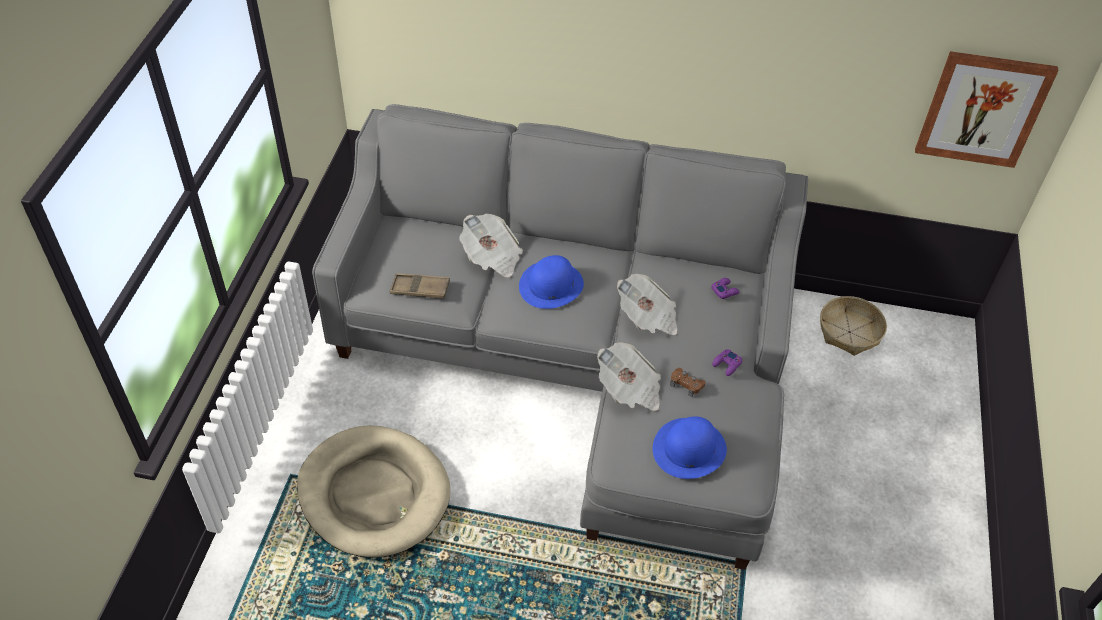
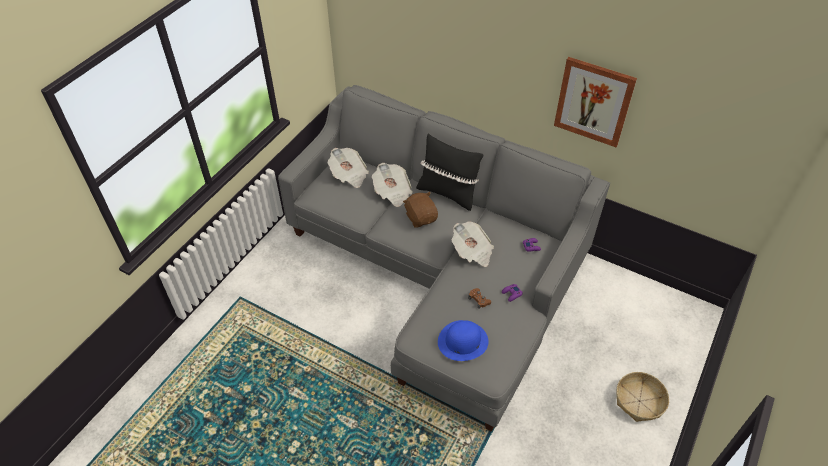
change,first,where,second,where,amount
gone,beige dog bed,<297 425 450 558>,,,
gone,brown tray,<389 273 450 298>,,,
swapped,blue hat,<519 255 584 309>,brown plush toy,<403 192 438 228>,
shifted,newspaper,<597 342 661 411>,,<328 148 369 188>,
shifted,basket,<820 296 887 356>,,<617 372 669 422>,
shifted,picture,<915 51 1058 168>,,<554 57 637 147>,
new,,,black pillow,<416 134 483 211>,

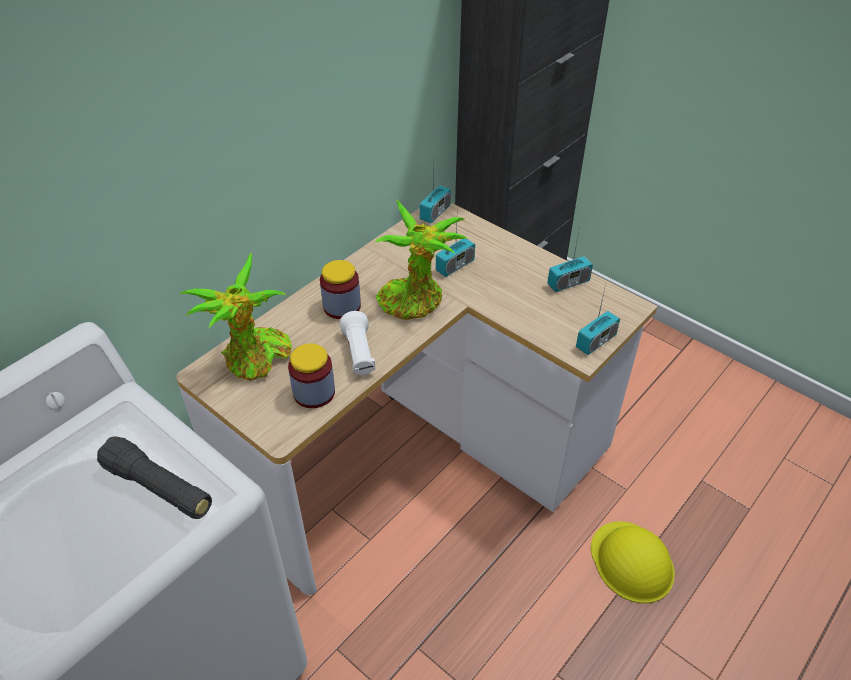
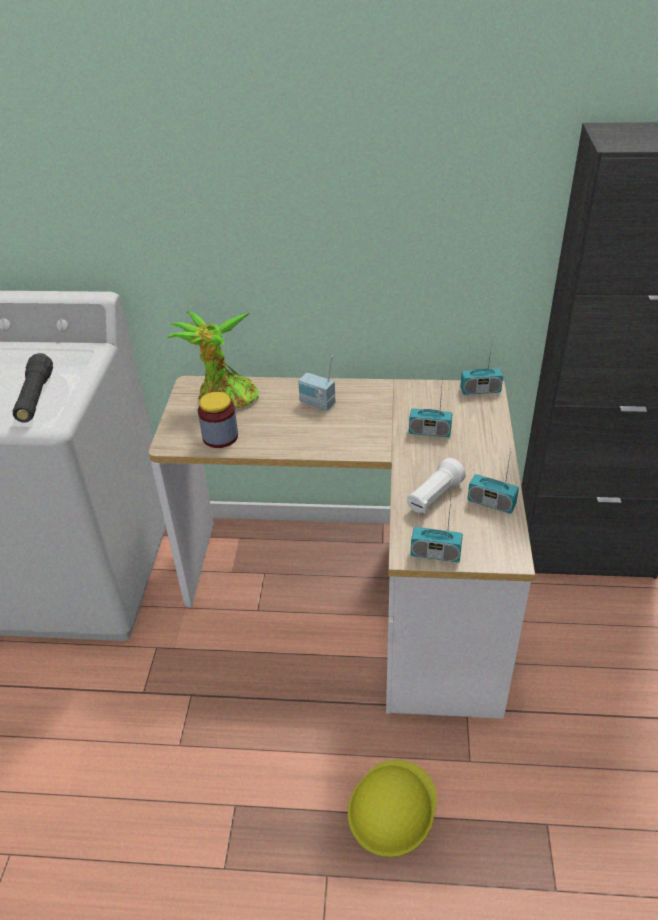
change,first,where,second,where,amount
swapped,jar,<320 260 361 319>,radio,<298 356 335 411>,
shifted,white flashlight,<339 311 375 375>,,<407 458 466 514>,
gone,potted plant,<375 200 468 320>,,,

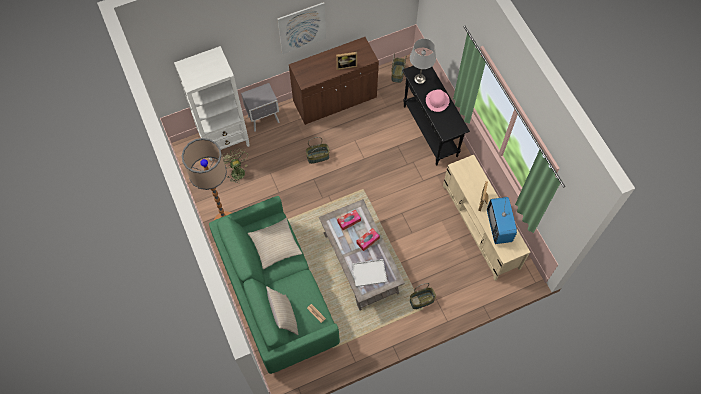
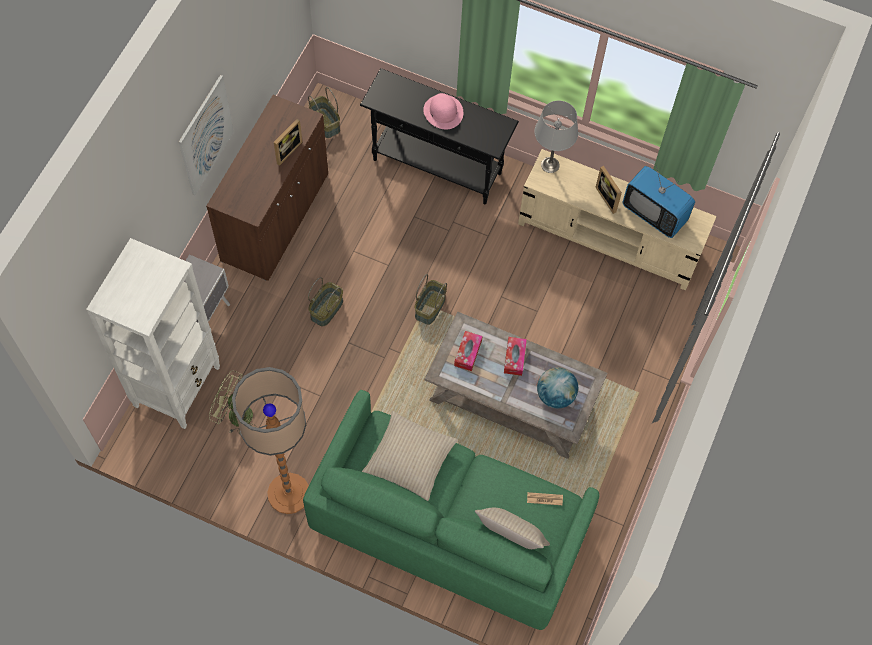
change,first,where,second,where,amount
swapped,white tray,<352 259 387 287>,globe,<537 367 578 408>,
shifted,grey table lamp,<410 39 436 84>,,<534 101 578 173>,
shifted,basket,<410 283 436 309>,,<415 274 447 325>,

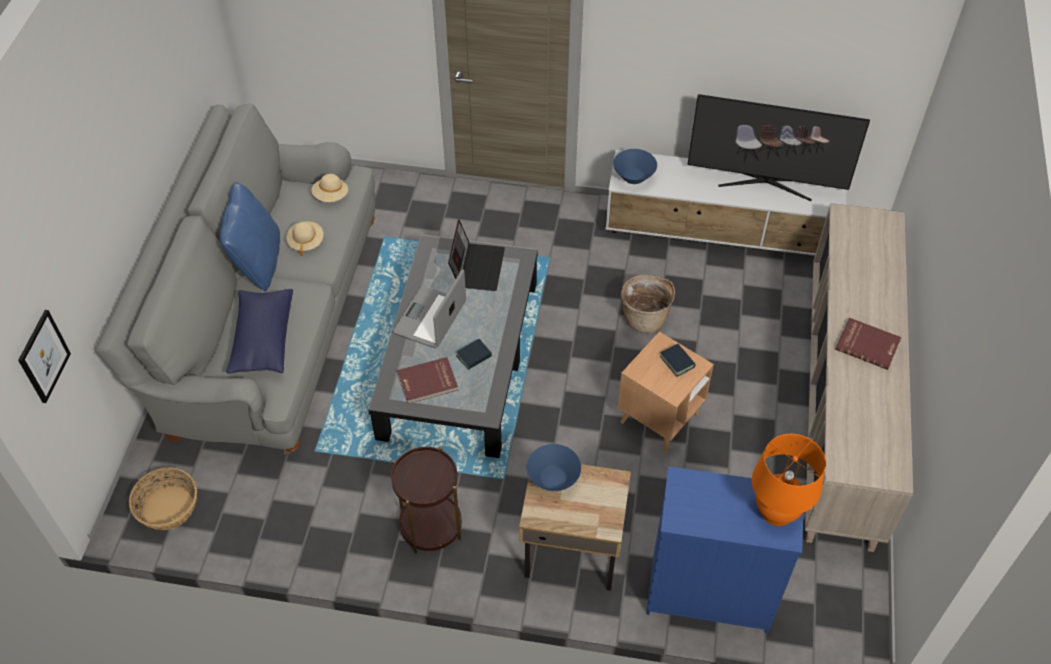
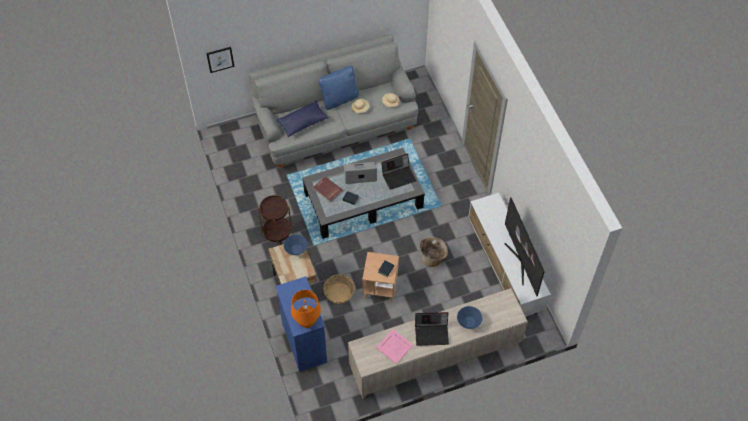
change,first,where,second,where,amount
shifted,basket,<129 467 197 530>,,<323 274 355 304>,
shifted,blue bowl,<613 149 657 184>,,<457 306 483 329>,
swapped,red book,<835 318 901 370>,laptop,<415 312 449 346>,
new,,,pink tray,<376 329 414 364>,

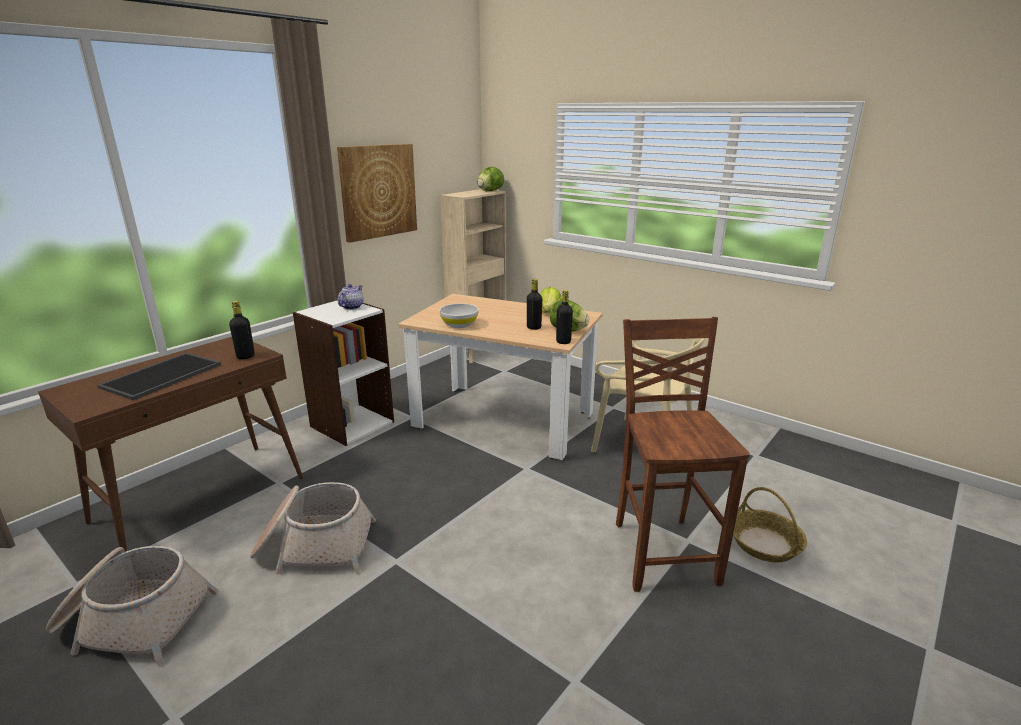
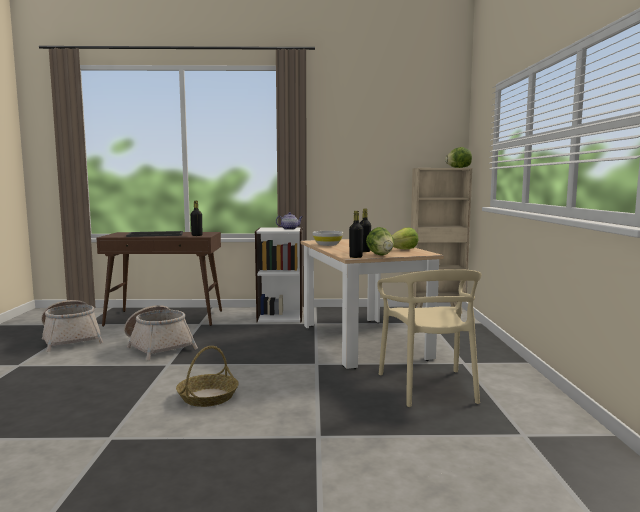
change,first,where,second,where,amount
gone,picture,<337 144 417 243>,,,
gone,brown chair,<616 317 750 592>,,,
shifted,basket,<733 487 807 562>,,<176 346 239 407>,

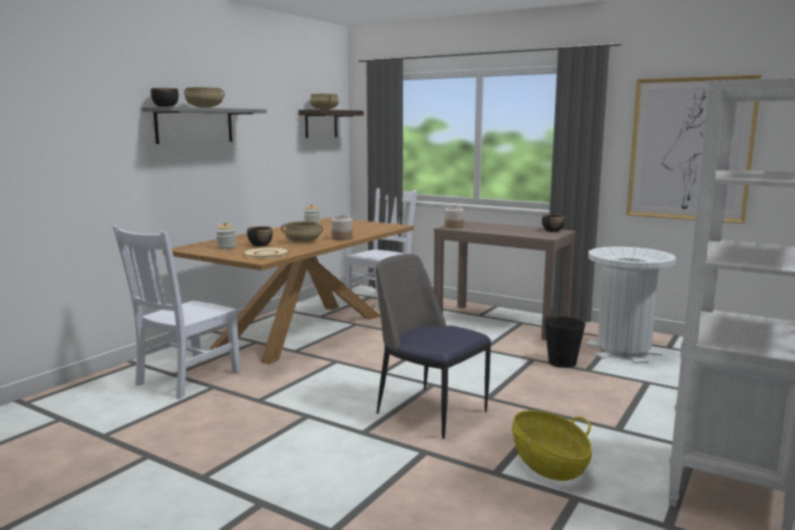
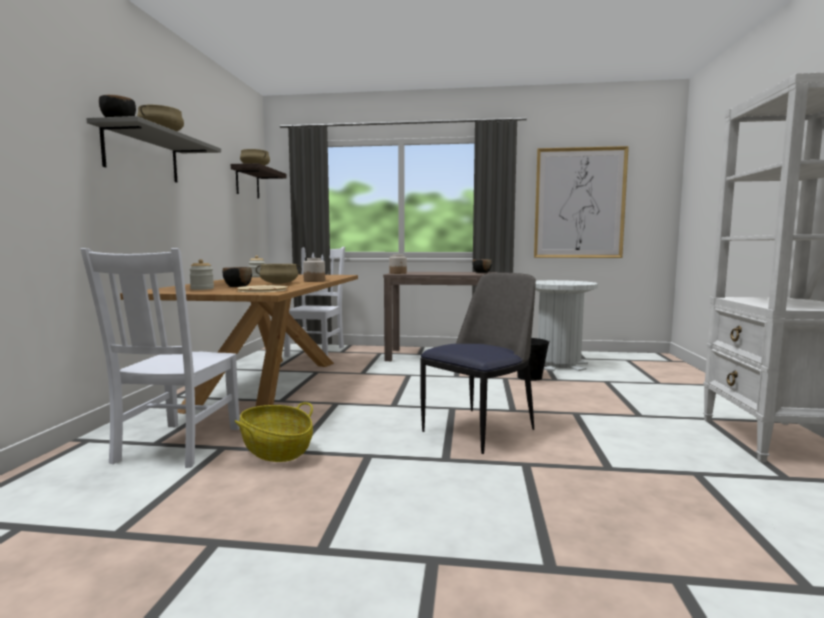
change,first,where,second,where,amount
rotated,chair,<376 254 491 439>,,<420 273 536 454>,120 degrees clockwise
shifted,basket,<511 410 592 481>,,<235 402 313 462>,

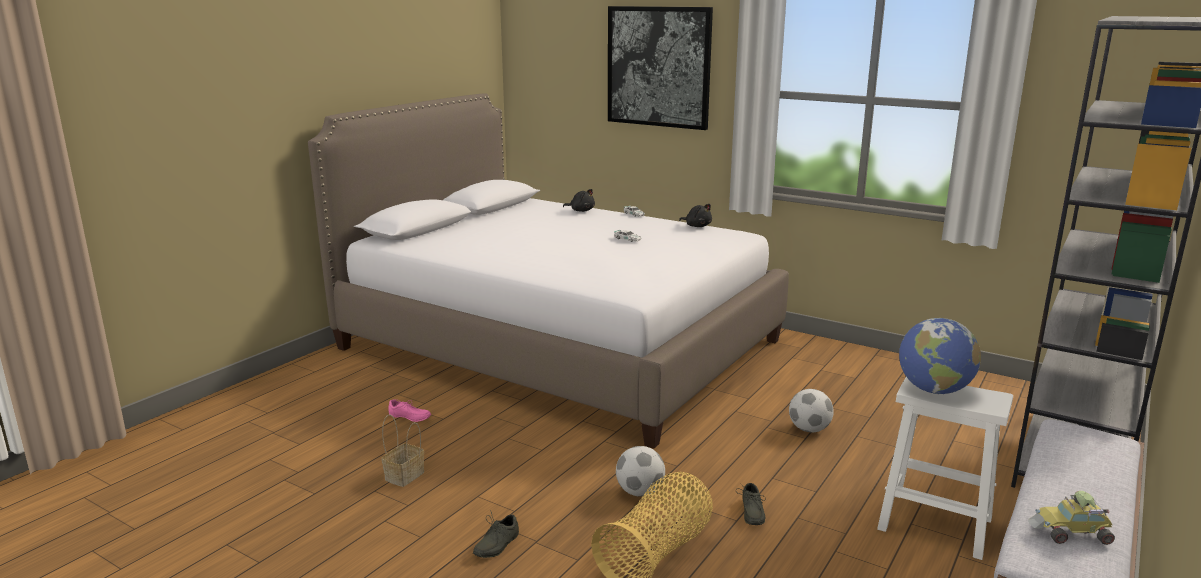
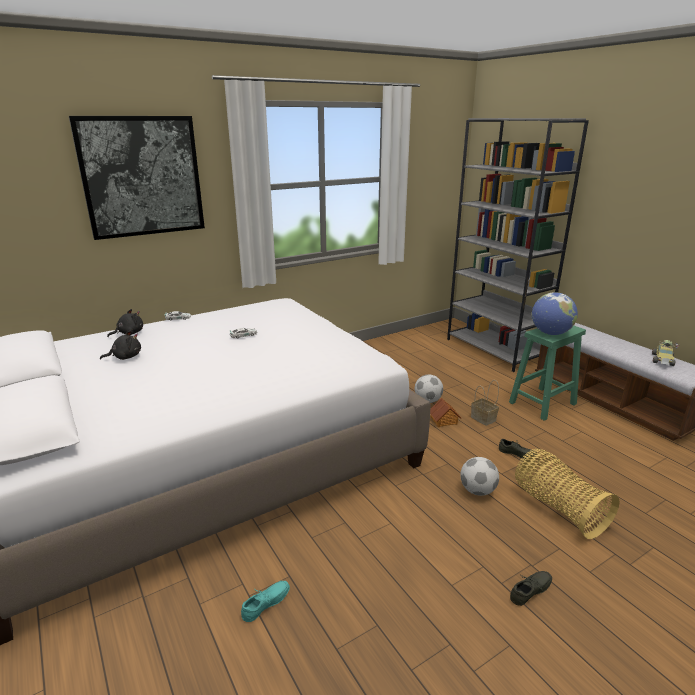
change,first,where,second,where,amount
shifted,basket,<381 414 424 487>,,<471 380 499 426>,
repainted,pink shoe,<388 399 431 422>,turquoise shoe,<241 581 290 622>,
rotated,grey shoe,<473 510 519 558>,,<510 571 552 606>,90 degrees counterclockwise
shifted,black plush toy,<679 204 712 227>,,<100 330 141 360>,
repainted,white stool,<877 377 1013 560>,green stool,<509 326 586 421>,
new,,,toy house,<430 398 461 427>,

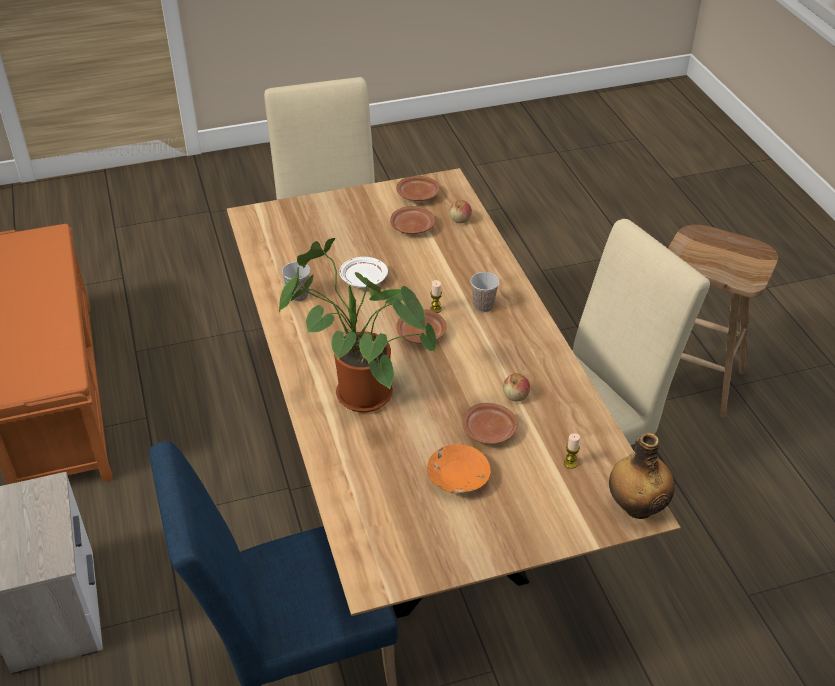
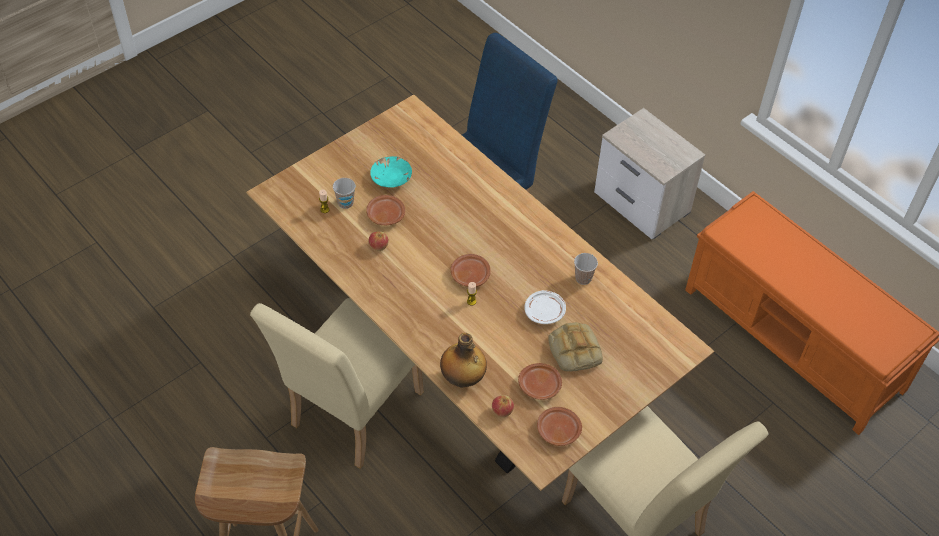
change,first,where,second,where,amount
gone,potted plant,<279 238 436 413>,,,
repainted,orange bowl,<427 444 491 493>,turquoise bowl,<371 156 412 188>,
shifted,cup,<470 272 499 312>,,<333 178 356 209>,
shifted,bottle,<609 433 675 519>,,<440 333 487 388>,
new,,,bread,<548 322 603 372>,

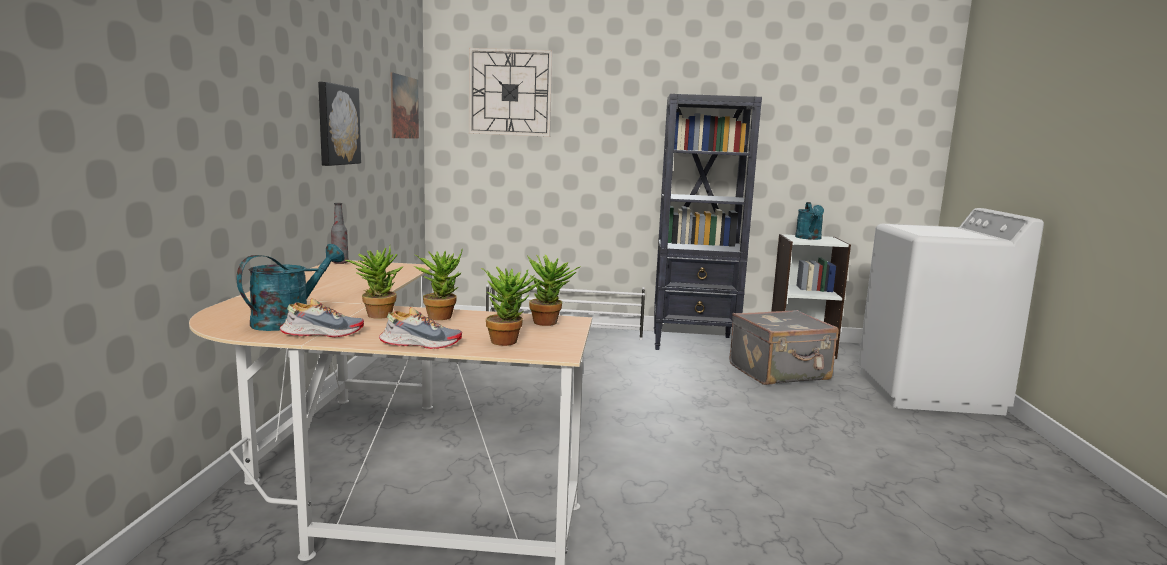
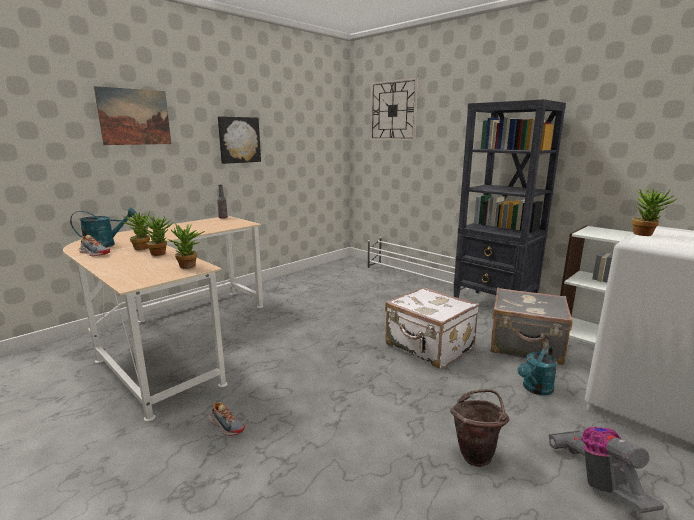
change,first,where,second,where,amount
shifted,shoe,<379 307 462 349>,,<209 402 245 436>,
shifted,picture,<390 72 419 139>,,<94 86 171 145>,
shifted,potted plant,<481 267 541 346>,,<632 188 676 236>,
shifted,turquoise watering can,<795 202 824 240>,,<518 346 557 395>,
new,,,white suitcase,<385 287 479 369>,
new,,,brown bucket,<450 389 509 467>,
new,,,vacuum cleaner,<549 426 664 513>,

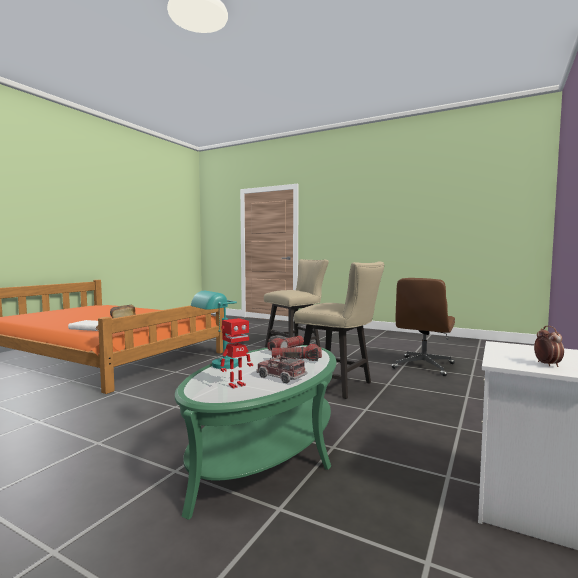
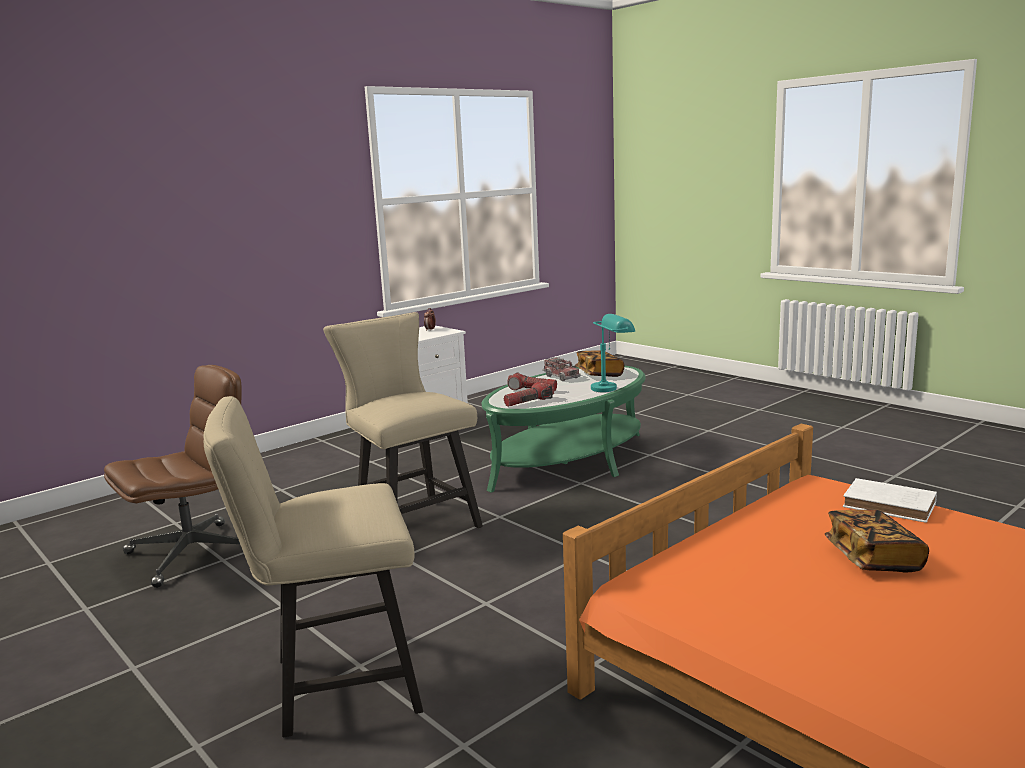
change,first,where,second,where,amount
swapped,toy robot,<221 318 253 388>,book,<575 351 624 377>,

